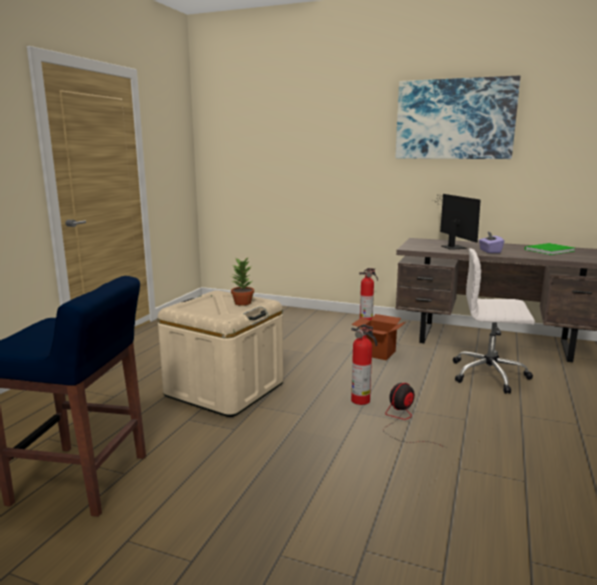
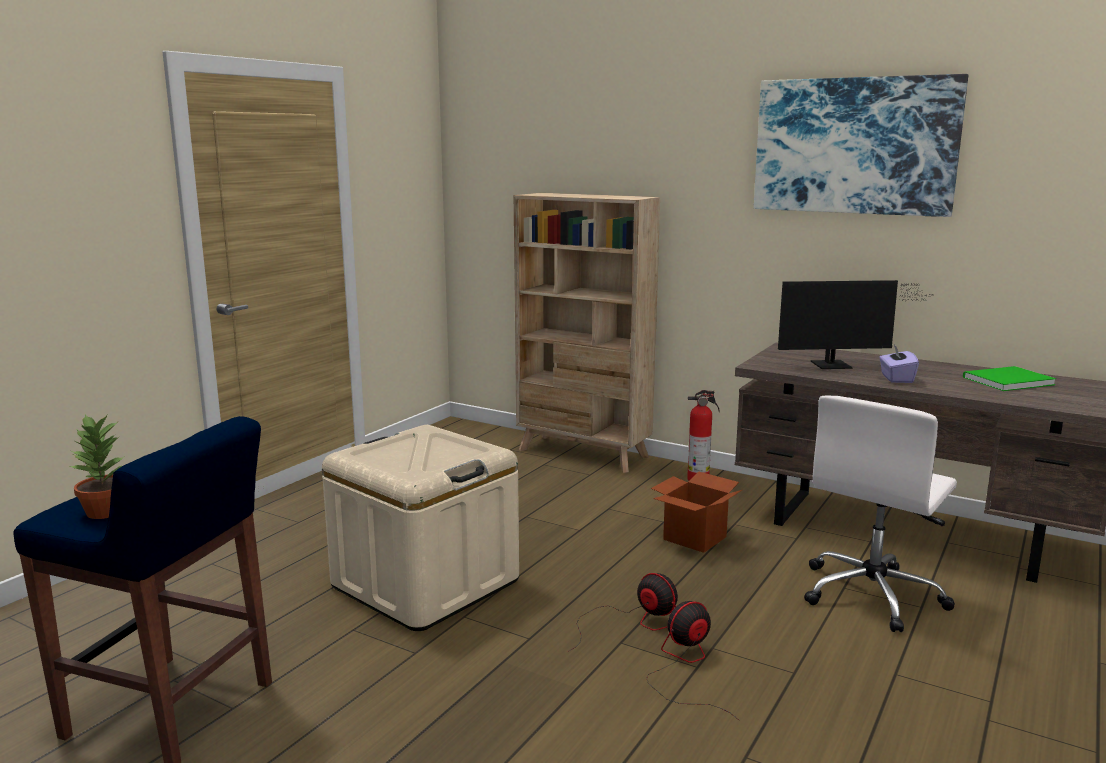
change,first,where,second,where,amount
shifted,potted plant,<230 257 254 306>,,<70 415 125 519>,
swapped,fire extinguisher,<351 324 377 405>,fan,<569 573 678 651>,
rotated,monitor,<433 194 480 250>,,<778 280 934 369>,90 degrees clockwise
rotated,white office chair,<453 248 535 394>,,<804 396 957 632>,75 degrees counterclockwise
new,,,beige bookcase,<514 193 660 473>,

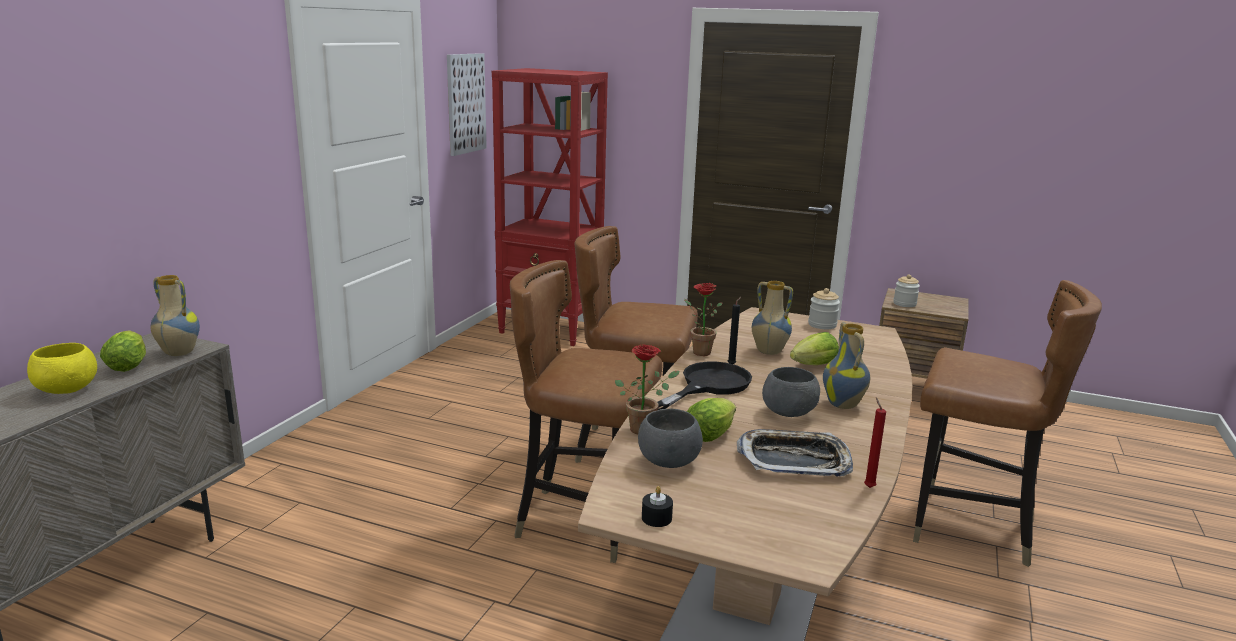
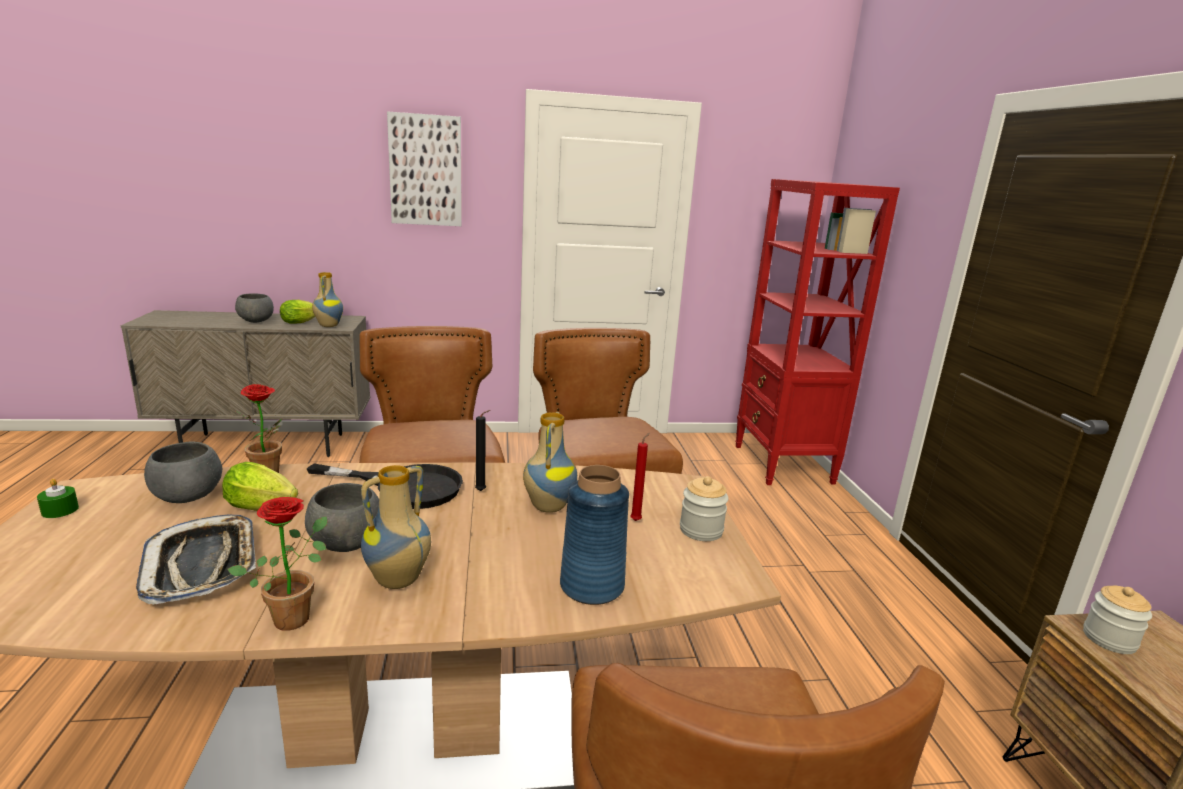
change,first,where,second,where,amount
repainted,yellow bowl,<27 343 97 394>,grey bowl,<235 293 274 323>,
shifted,picture,<447 53 487 156>,,<387 111 462 226>,
repainted,black candle,<642 486 673 527>,green candle,<37 478 79 518>,
shifted,potted plant,<684 283 722 356>,,<228 497 328 631>,
gone,lettuce,<790 332 839 365>,,,
shifted,red candle,<864 398 886 488>,,<630 433 650 521>,
new,,,blue vase,<560 465 629 605>,

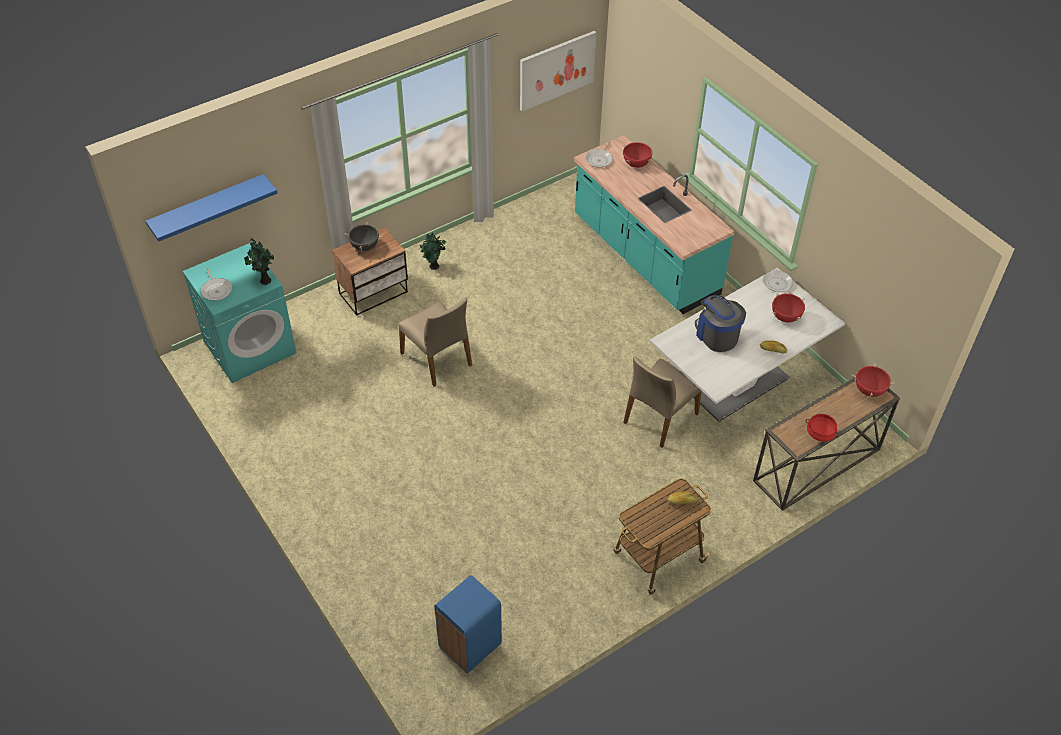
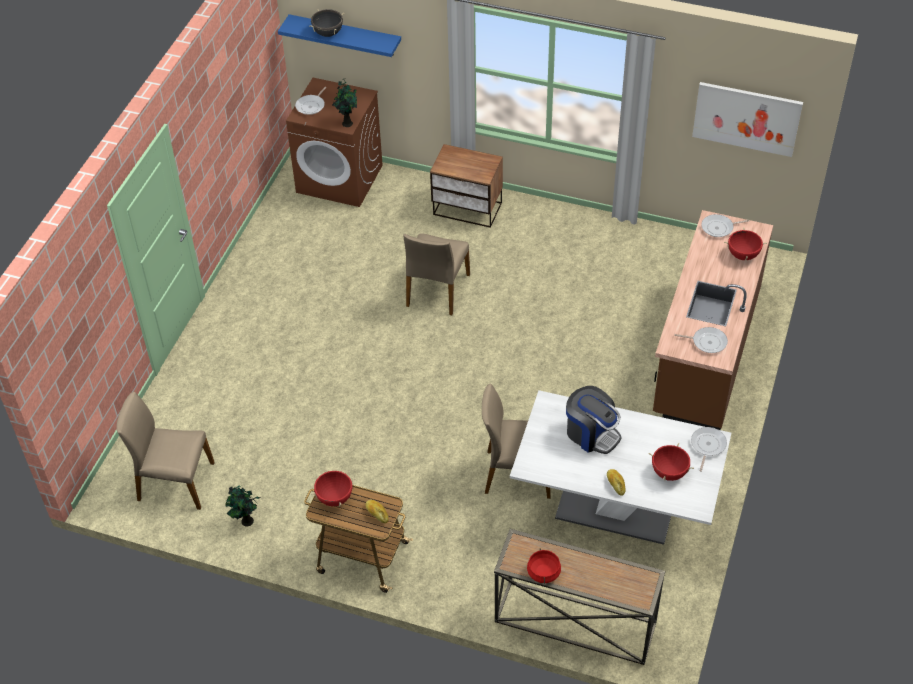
change,first,where,second,where,amount
repainted,turquoise washing machine,<183 243 296 383>,brown washing machine,<286 78 383 207>,
shifted,black cooking pot,<345 222 382 251>,,<309 9 345 37>,
shifted,potted plant,<419 233 446 270>,,<225 485 261 526>,
swapped,blue trash can,<435 575 502 674>,beige chair,<116 392 215 510>,
repainted,turquoise counter,<574 135 735 314>,brown counter,<653 210 773 430>,
rotated,coffee machine,<695 295 746 352>,,<566 386 622 454>,105 degrees clockwise
shifted,red cooking pot,<852 364 895 397>,,<311 468 356 506>,
new,,,frying pan,<674 327 728 353>,

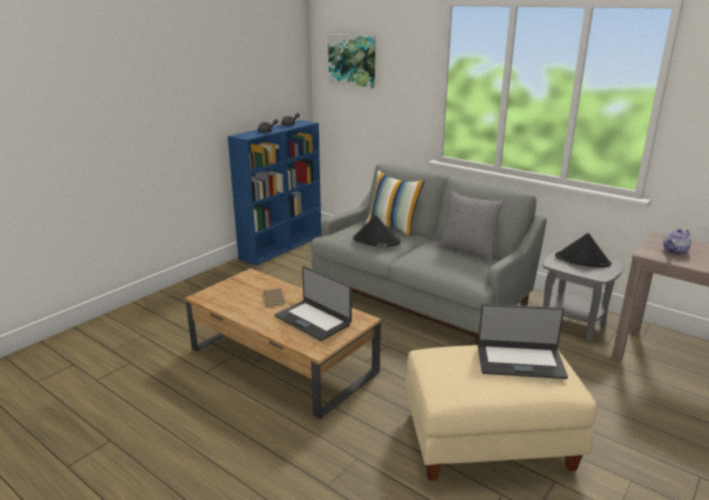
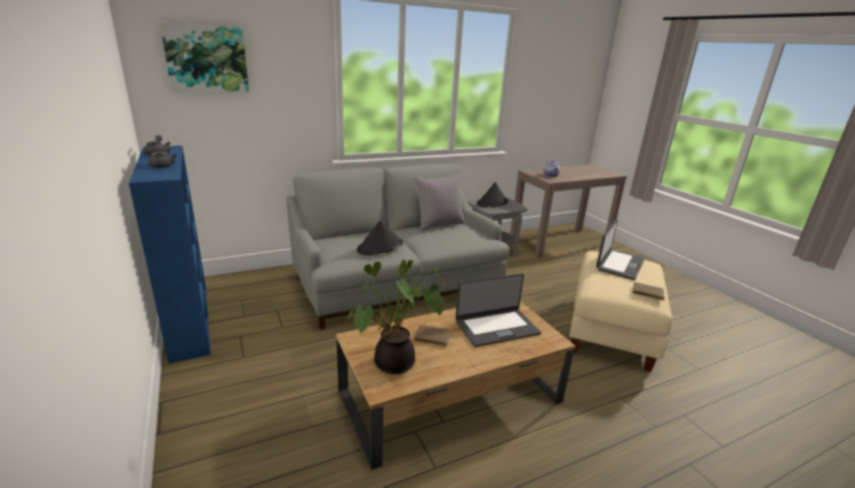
change,first,where,second,where,amount
gone,pillow,<366 171 425 236>,,,
new,,,potted plant,<347 260 445 374>,
new,,,brown book,<633 282 666 301>,

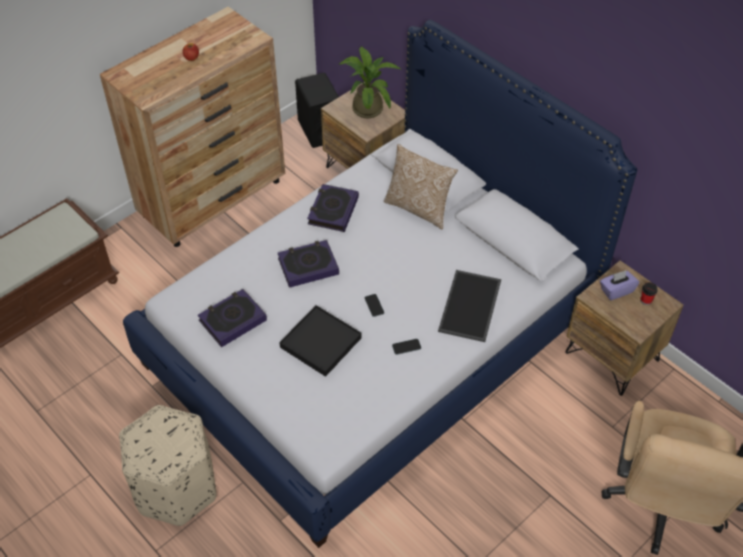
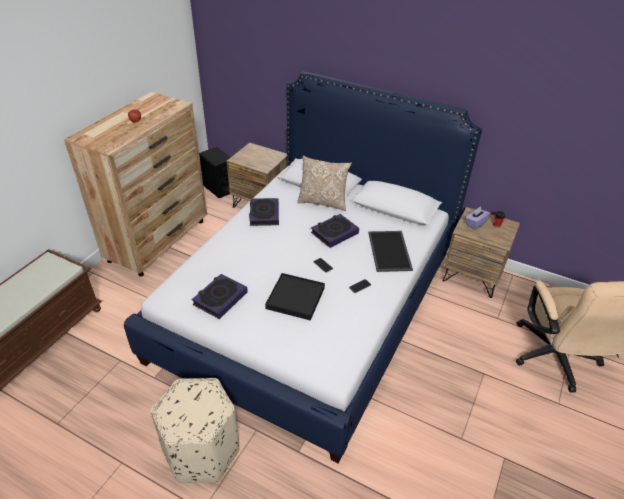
change,first,where,second,where,amount
shifted,book,<278 240 339 288>,,<311 214 359 248>,
gone,potted plant,<338 47 400 118>,,,

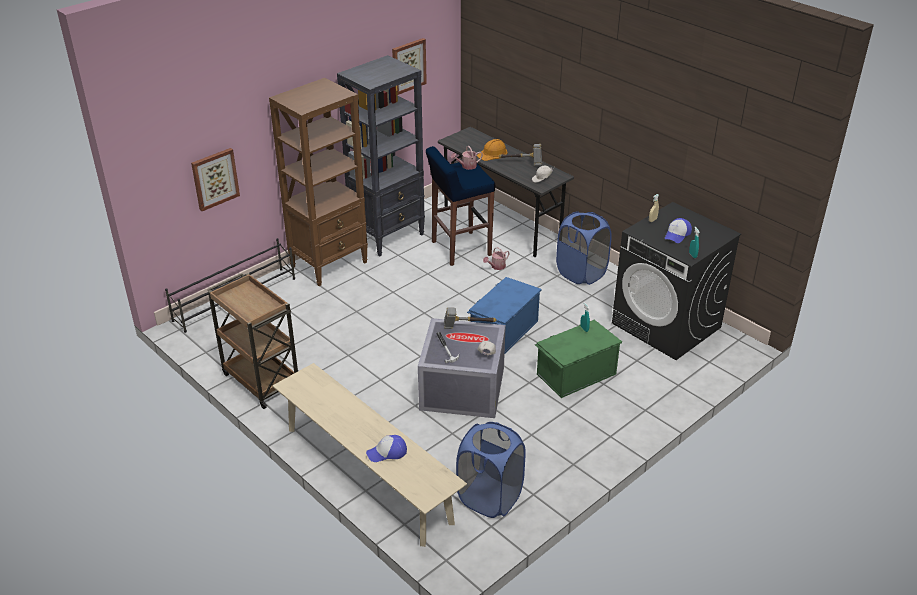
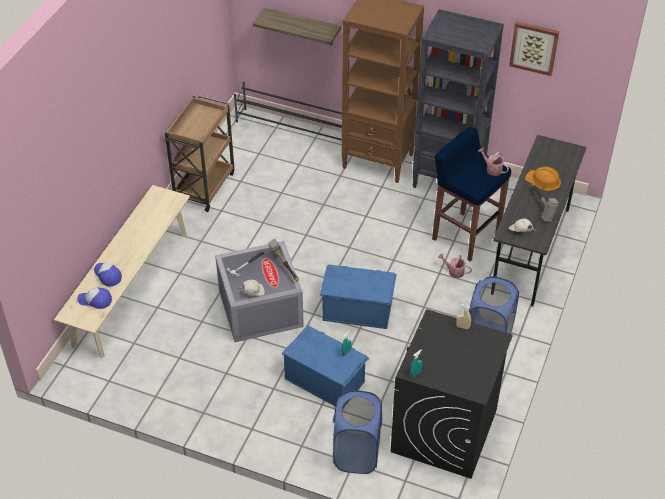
change,first,where,second,where,amount
swapped,picture,<191 148 240 211>,shelf,<253 8 341 45>,
shifted,blue laundry basket,<456 422 526 518>,,<333 390 382 474>,
repainted,green storage box,<535 320 622 398>,blue storage box,<281 325 369 407>,
shifted,cap,<665 218 692 243>,,<77 287 112 309>,

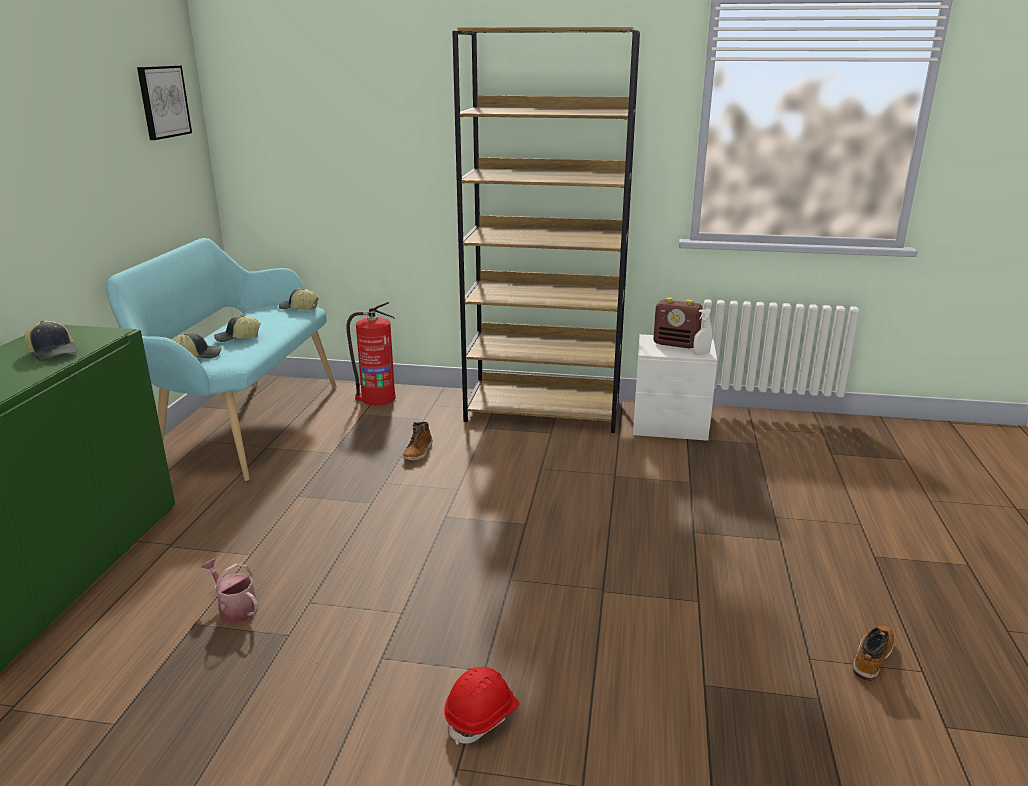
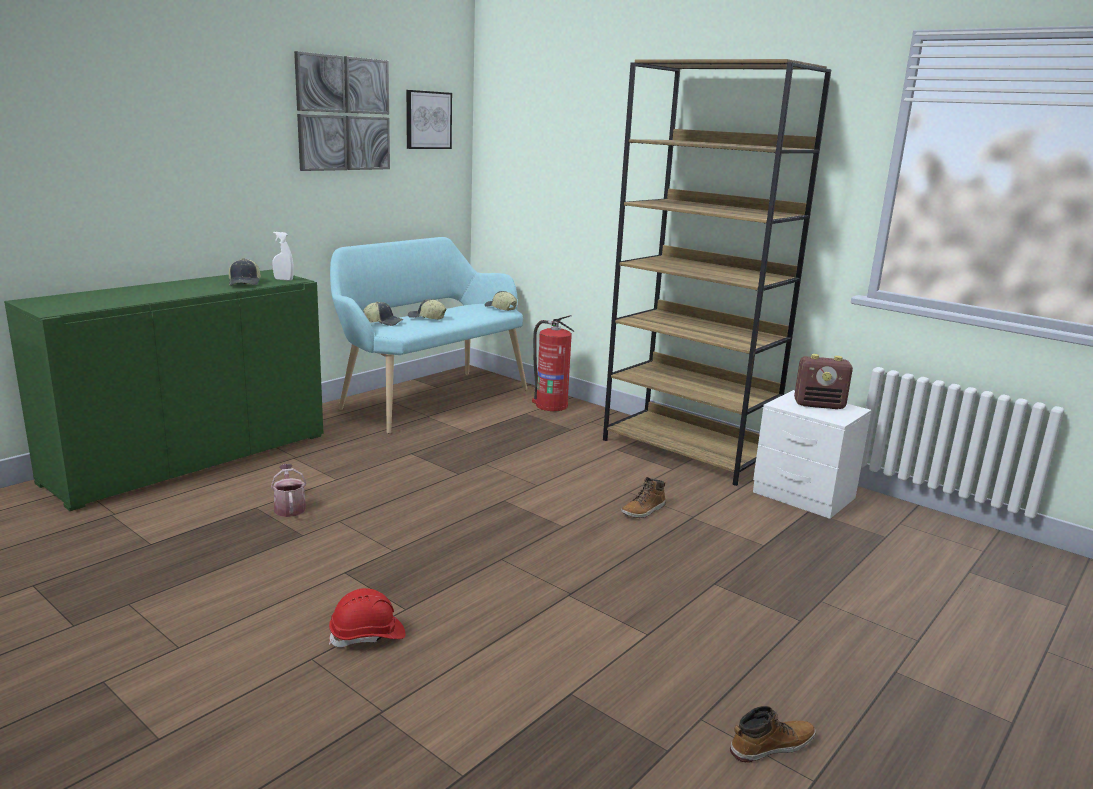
change,first,where,second,where,amount
shifted,boot,<403 422 432 461>,,<621 477 666 518>,
rotated,radio,<653 297 703 348>,,<794 354 853 409>,45 degrees counterclockwise
shifted,white spray bottle,<693 308 712 355>,,<272 232 294 281>,
new,,,picture,<294 51 390 171>,

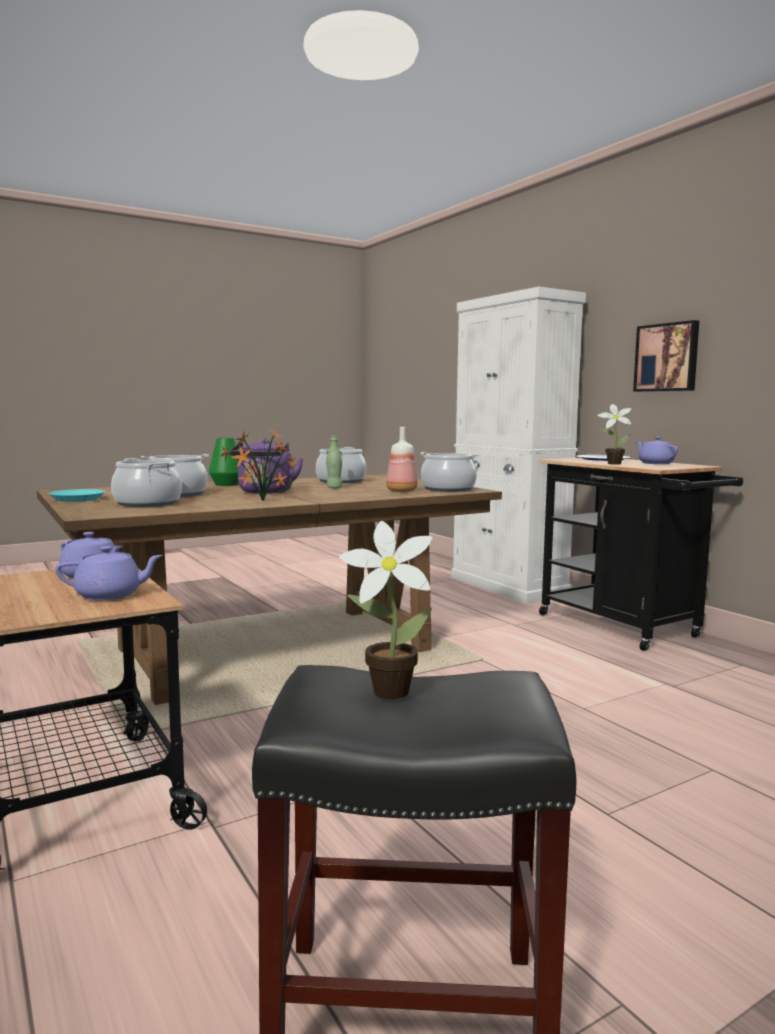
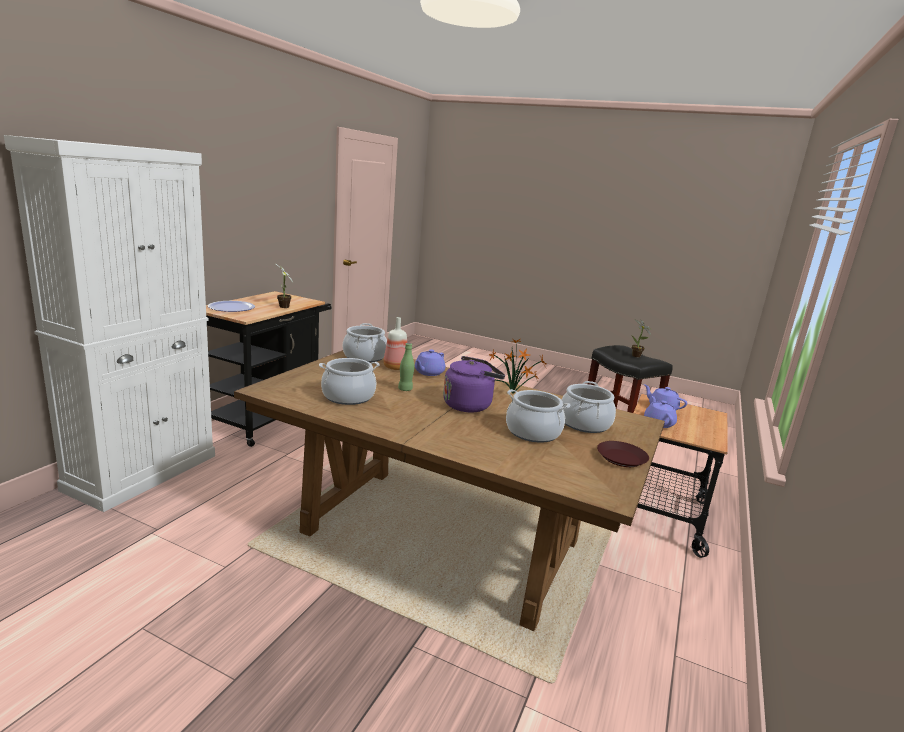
change,first,where,second,where,amount
repainted,turquoise plate,<48 489 105 502>,brown plate,<597 441 649 467>,
gone,green vase,<208 438 239 486>,,,
gone,picture,<633 320 699 392>,,,
shifted,purple teapot,<636 437 678 464>,,<415 349 445 376>,

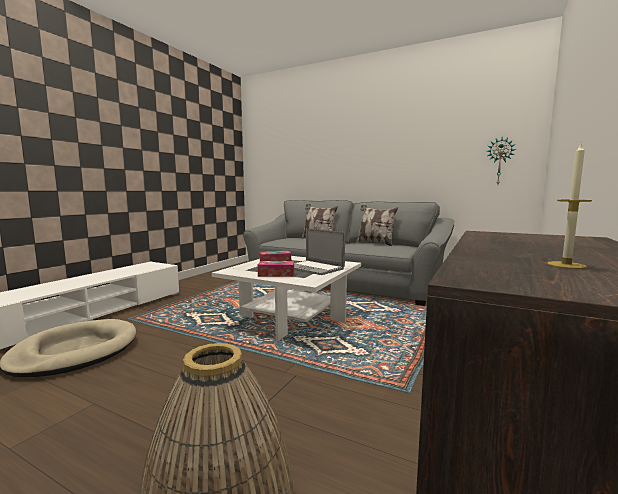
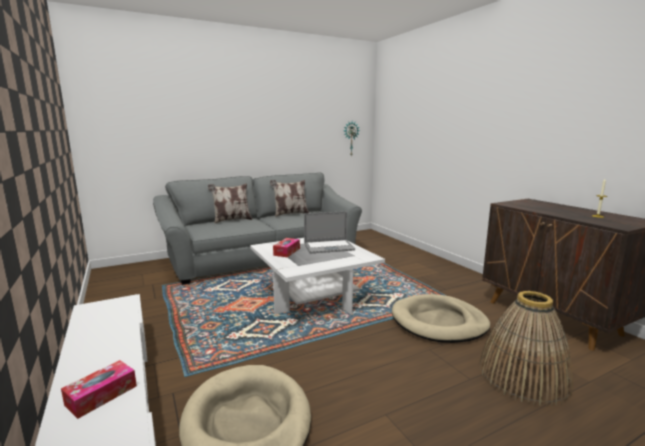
change,first,where,second,where,amount
shifted,tissue box,<258 261 294 277>,,<61 360 137 419>,
new,,,beige dog bed,<392 294 490 343>,

